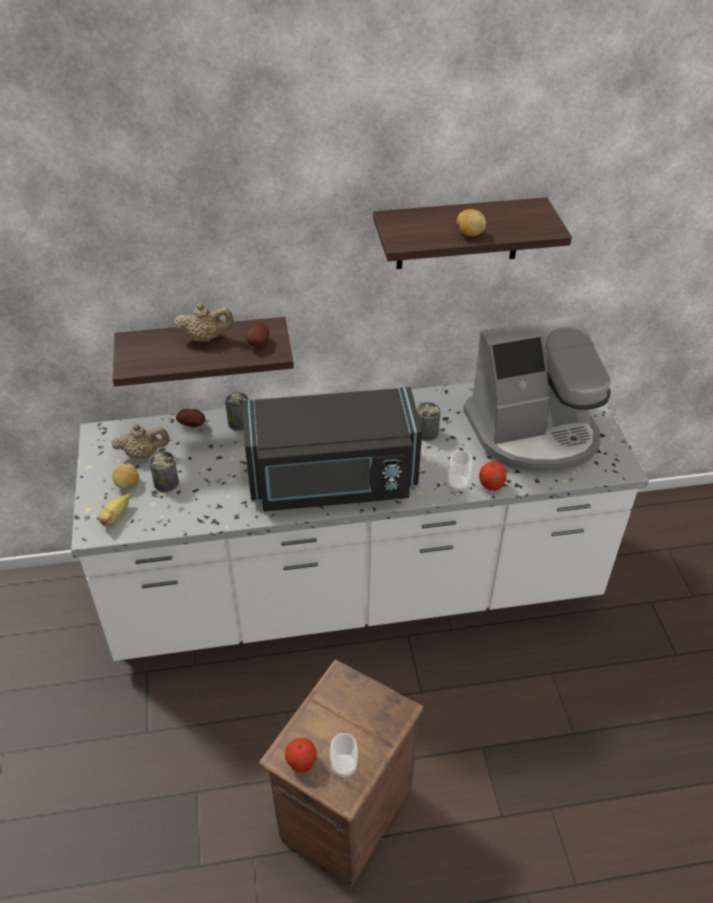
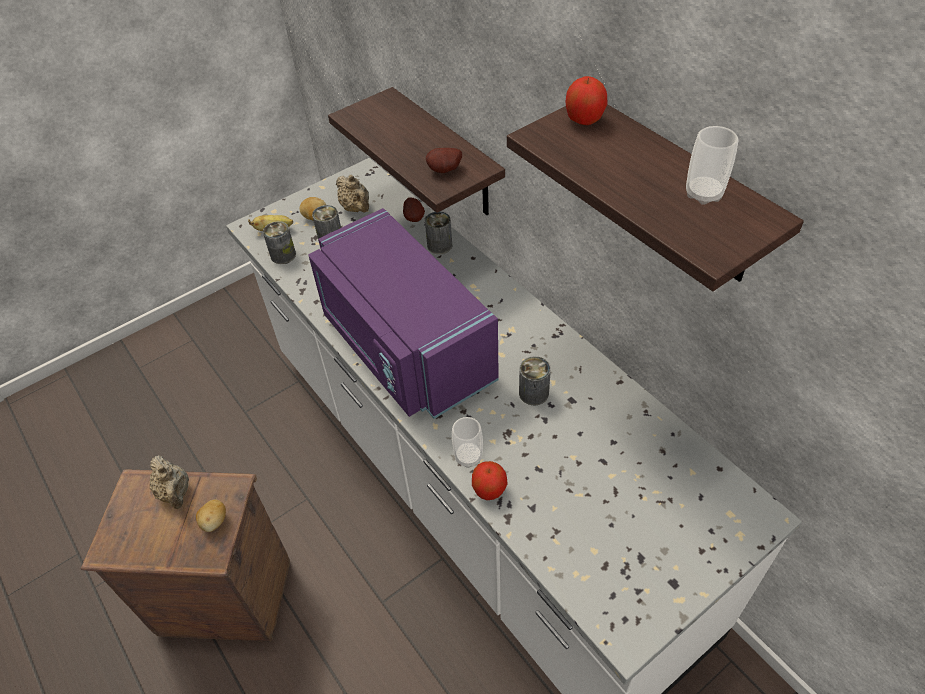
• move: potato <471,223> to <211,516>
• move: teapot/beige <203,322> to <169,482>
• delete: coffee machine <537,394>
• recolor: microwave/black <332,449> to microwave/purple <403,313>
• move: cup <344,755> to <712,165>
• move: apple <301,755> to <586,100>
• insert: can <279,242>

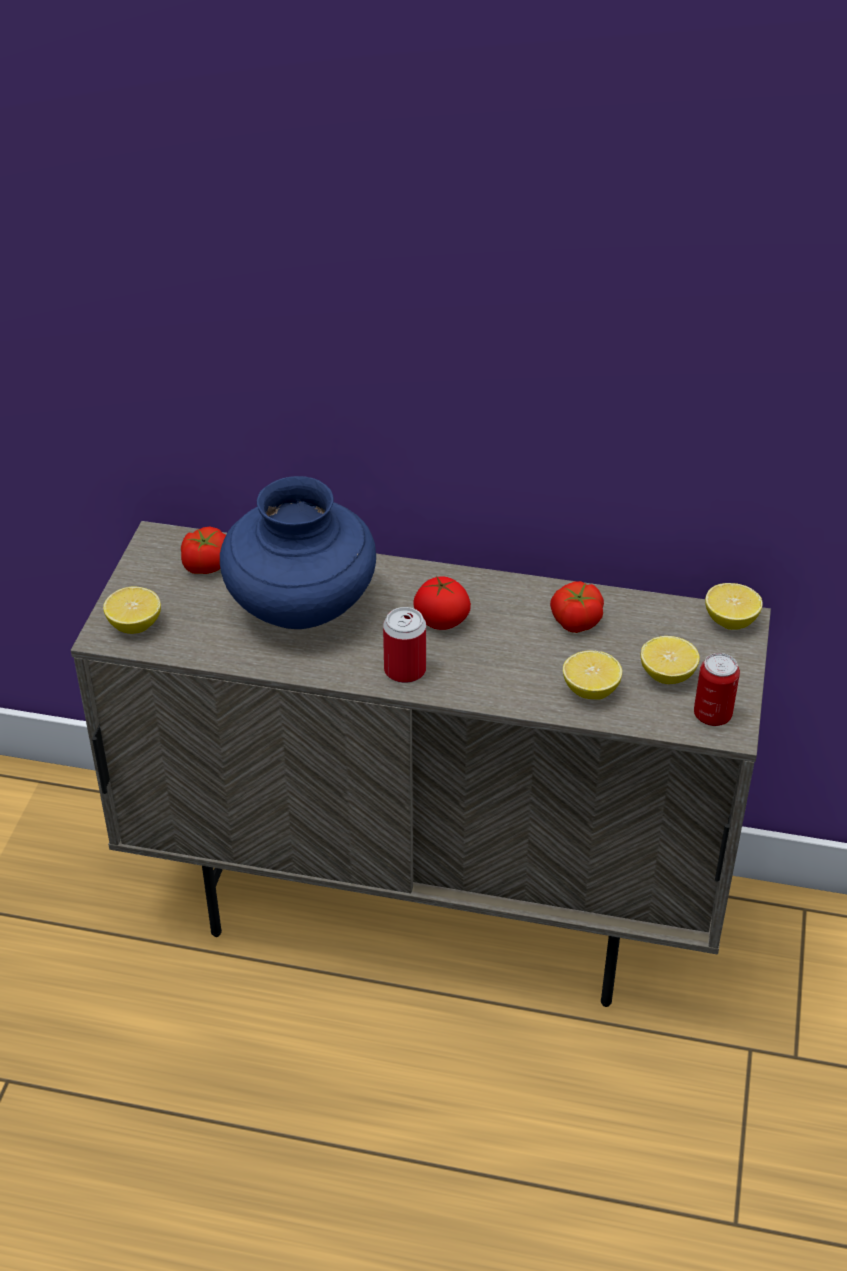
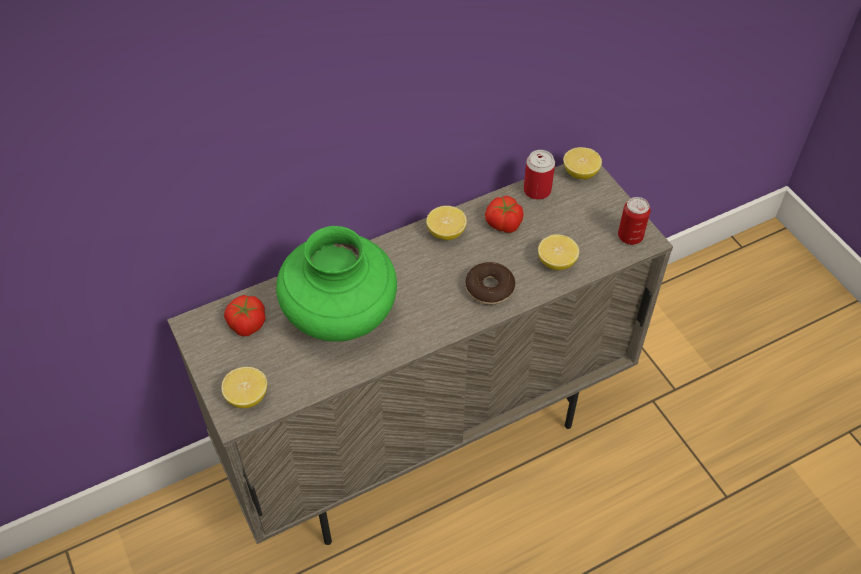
• recolor: vase/blue <298,552> to vase/green <336,284>
• delete: tomato <442,603>
• move: can <404,645> to <539,175>
• move: lemon <670,660> to <446,223>
• insert: donut <490,283>

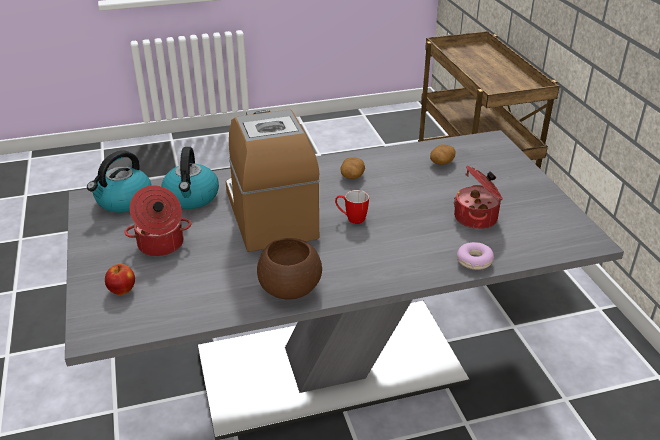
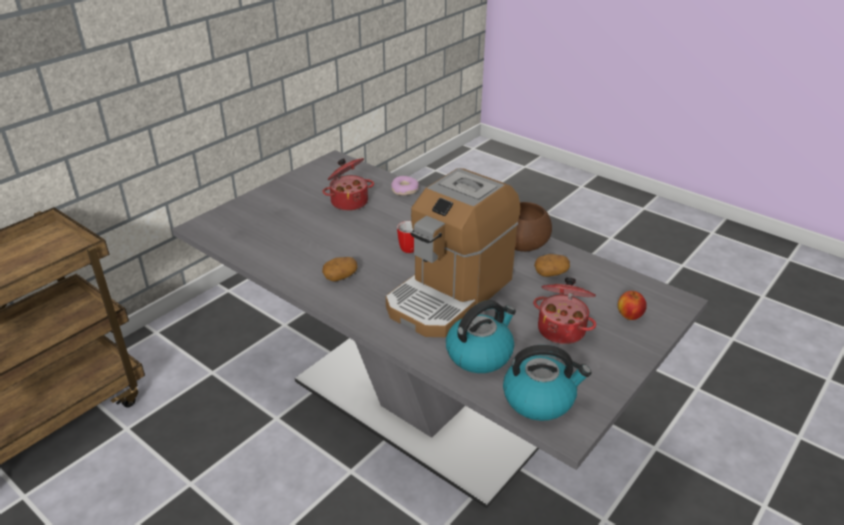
• move: potato <443,154> to <552,265>

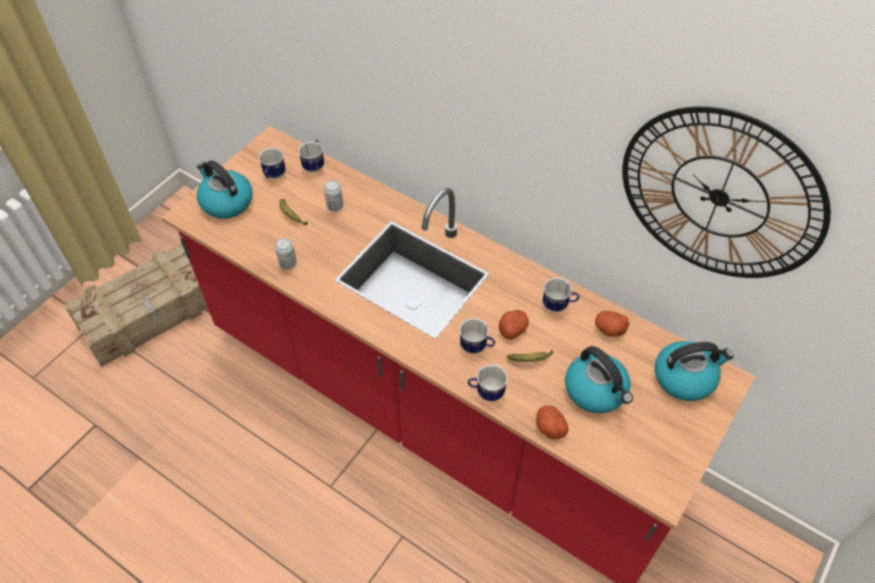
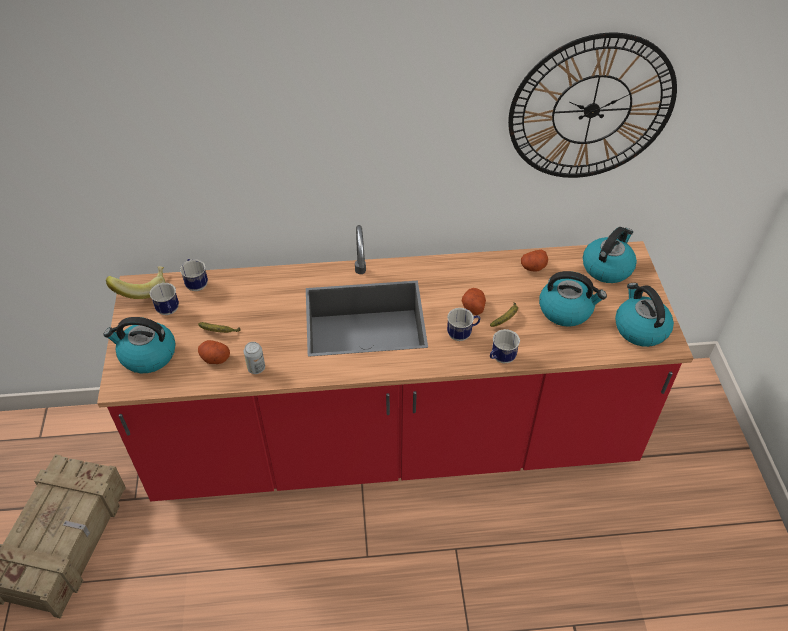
• delete: can <333,196>
• delete: mug <561,294>
• move: potato <552,422> to <214,352>
• insert: banana <135,282>
• insert: kettle <644,315>

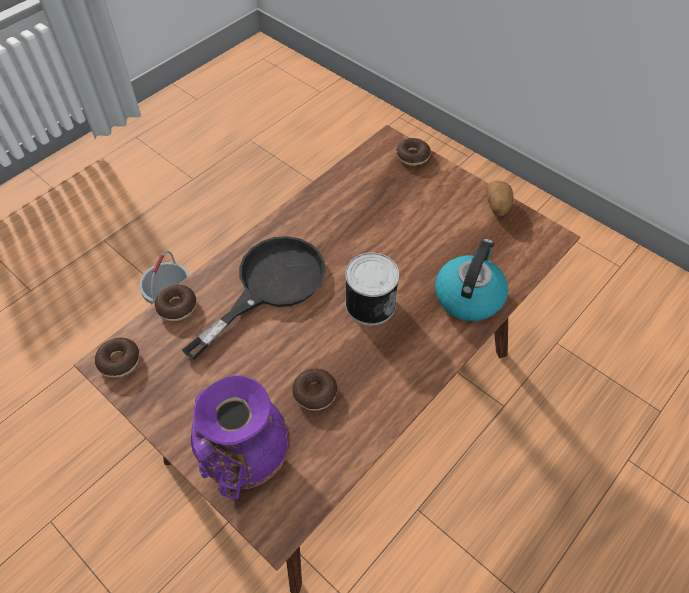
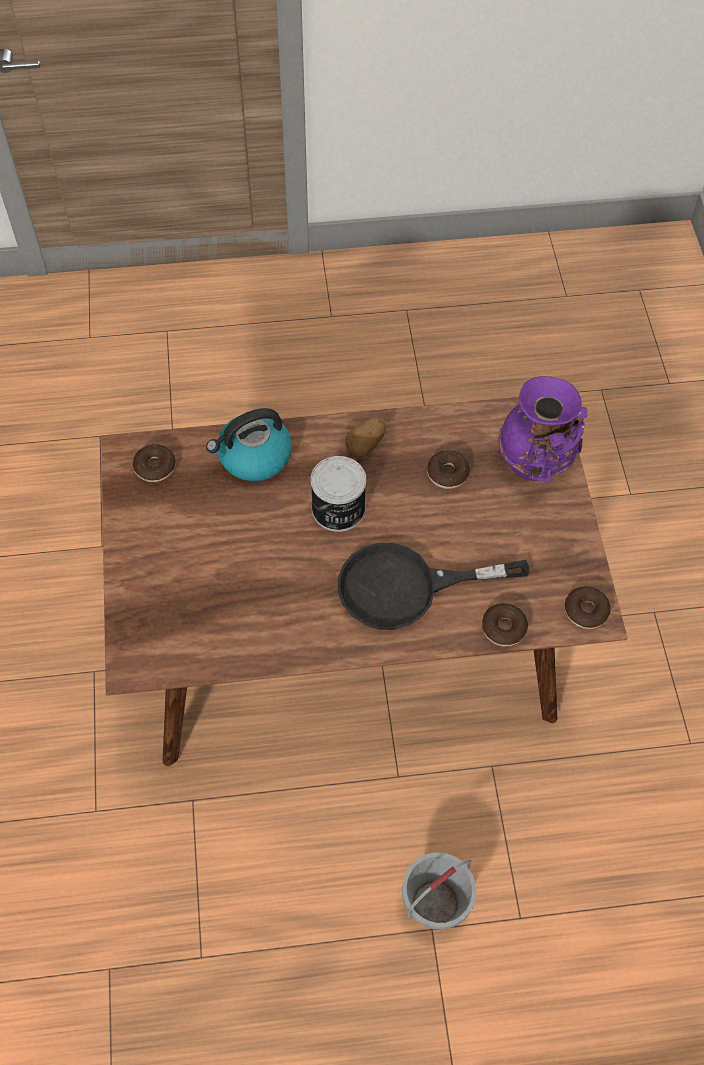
• move: donut <413,152> to <154,463>
• move: potato <500,198> to <366,438>

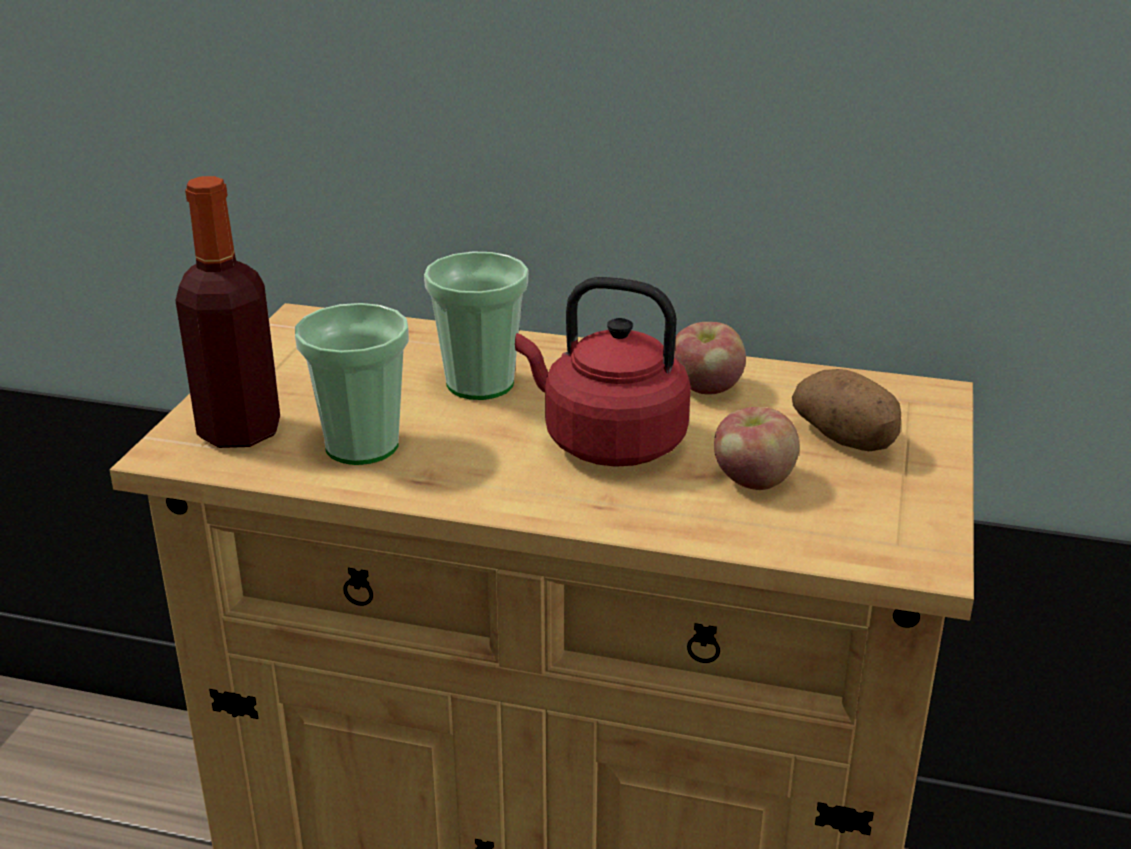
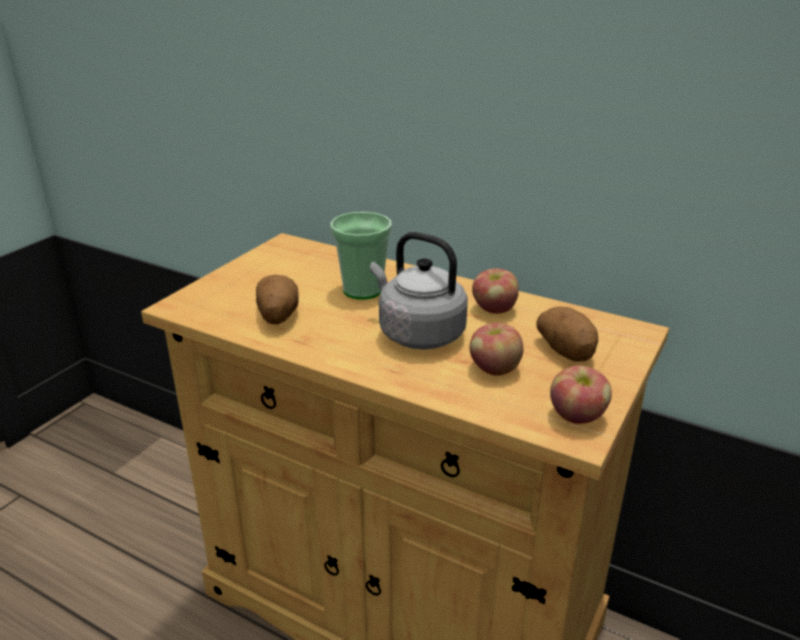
• delete: bottle <227,312>
• recolor: kettle/red <603,372> to kettle/grey <419,290>
• replace: cup <352,384> to potato <277,299>
• insert: apple <581,394>

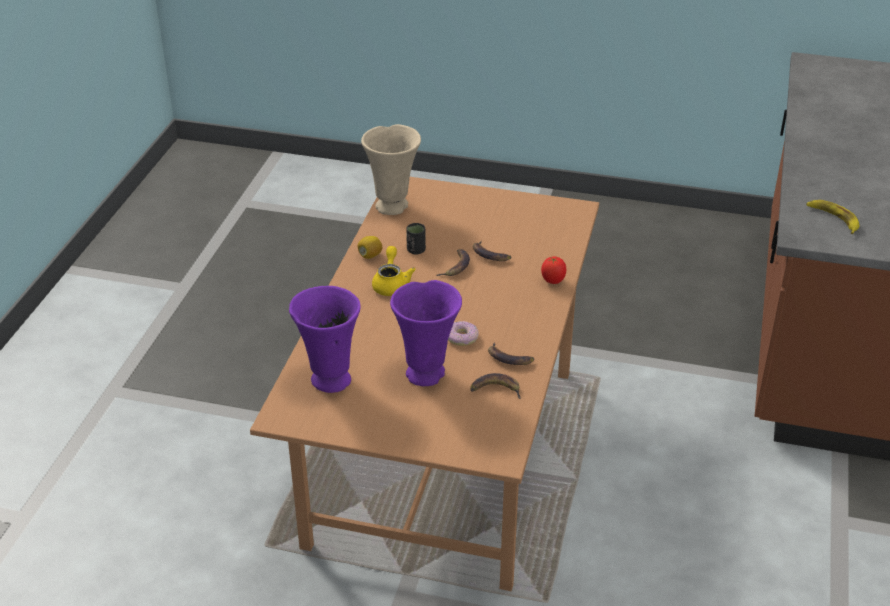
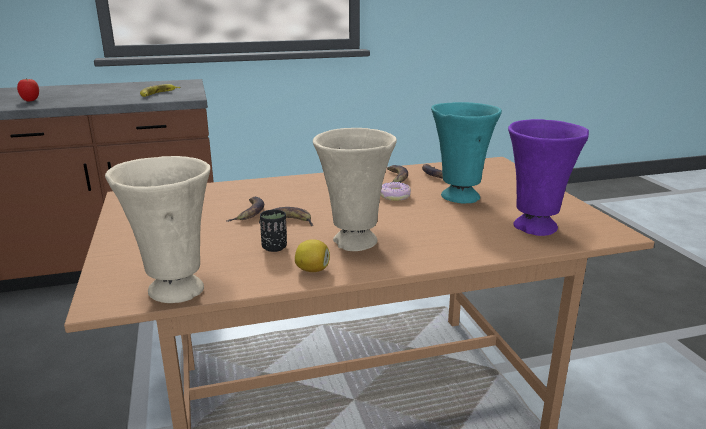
• replace: teapot/yellow <394,271> to vase/beige <355,189>
• move: tomato <553,270> to <28,89>
• recolor: vase/purple <426,333> to vase/turquoise <466,152>

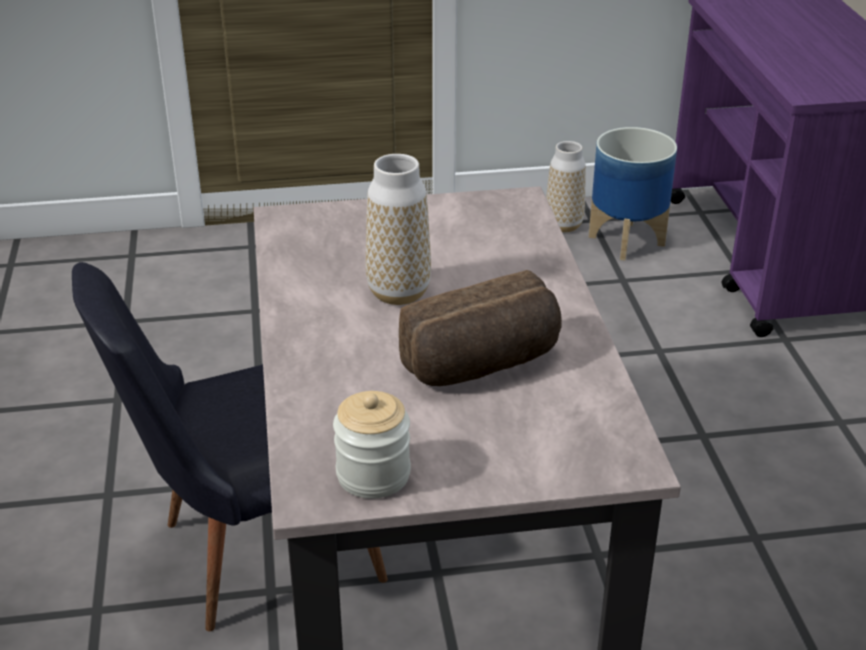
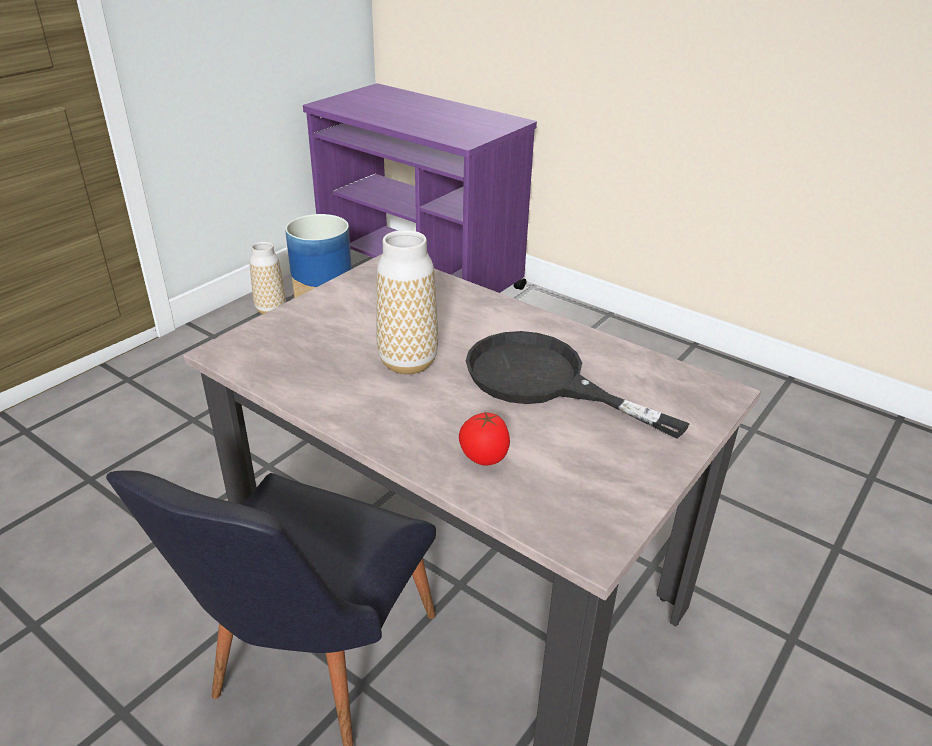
• replace: bread <480,328> to frying pan/black <578,385>
• delete: jar <372,445>
• insert: tomato <484,439>

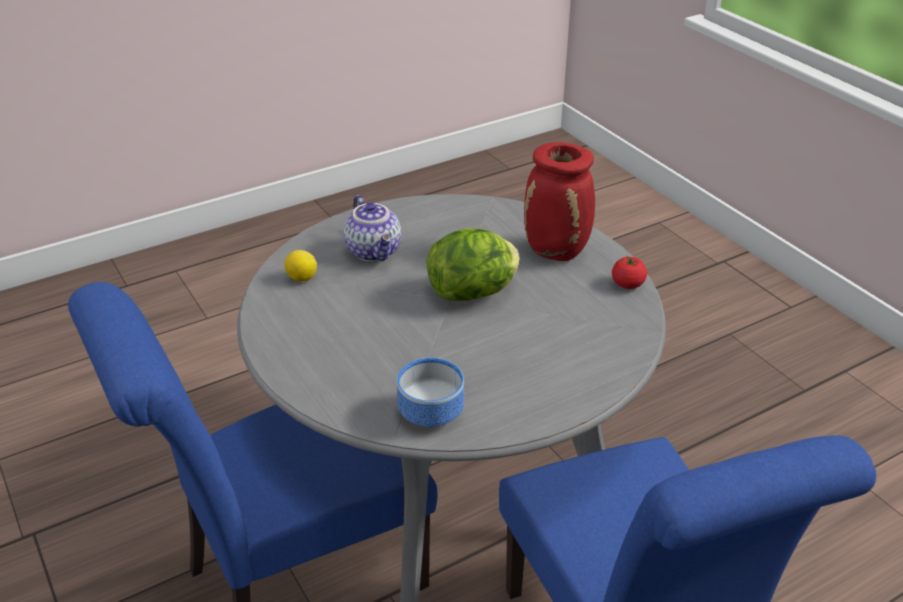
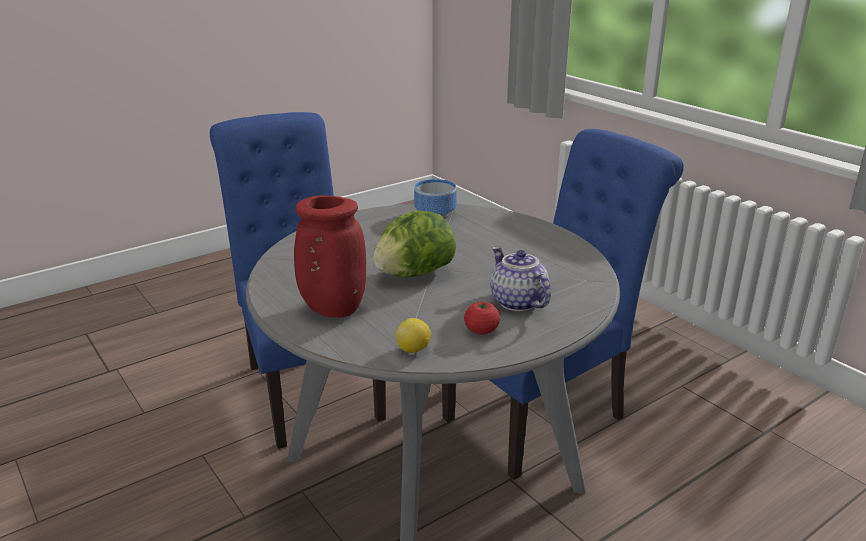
• move: lemon <300,265> to <413,335>
• move: tomato <629,272> to <482,318>

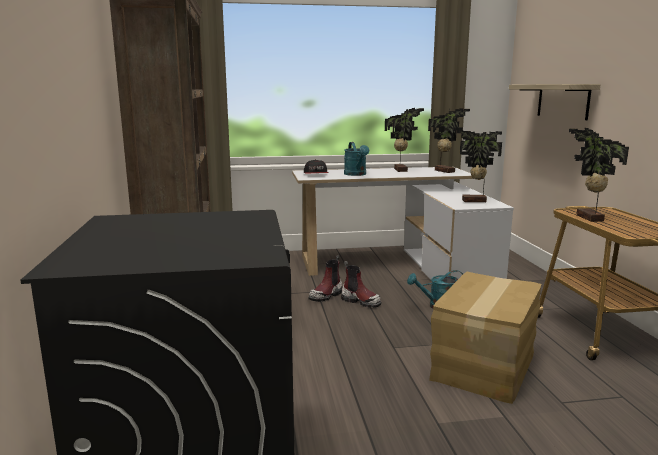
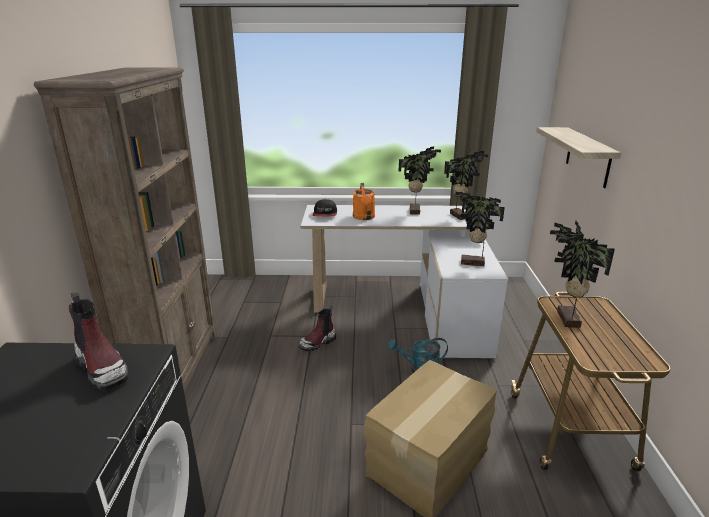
• recolor: watering can/turquoise <356,159> to watering can/orange <364,201>
• move: boot <361,284> to <98,341>

